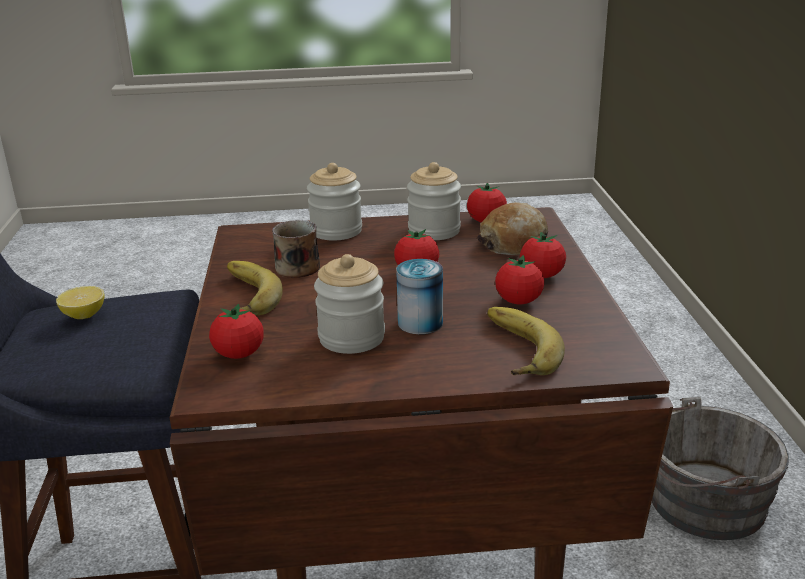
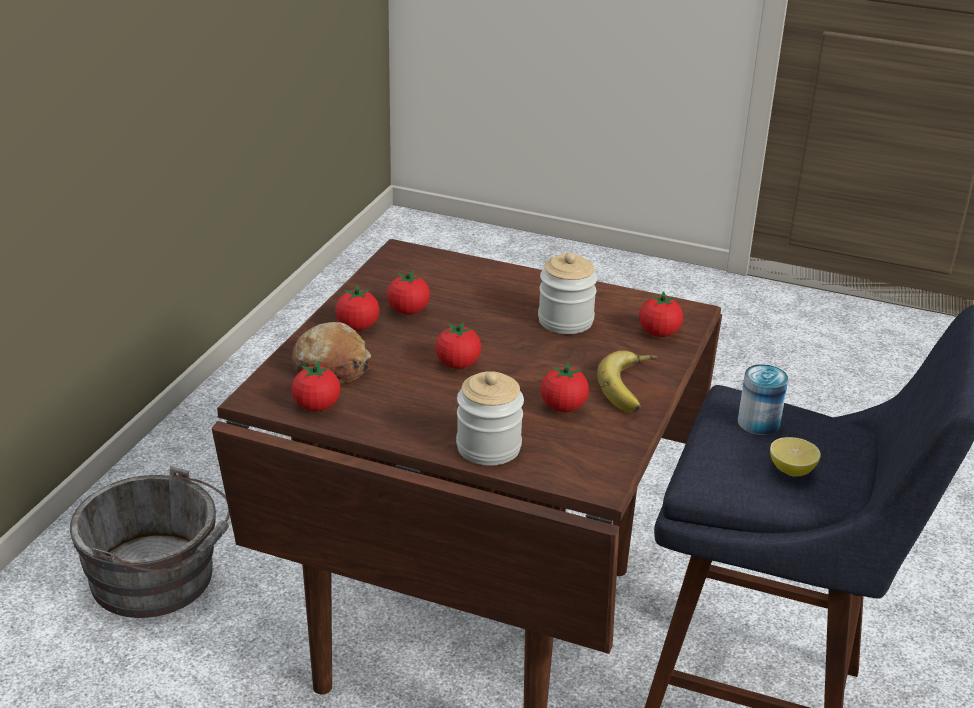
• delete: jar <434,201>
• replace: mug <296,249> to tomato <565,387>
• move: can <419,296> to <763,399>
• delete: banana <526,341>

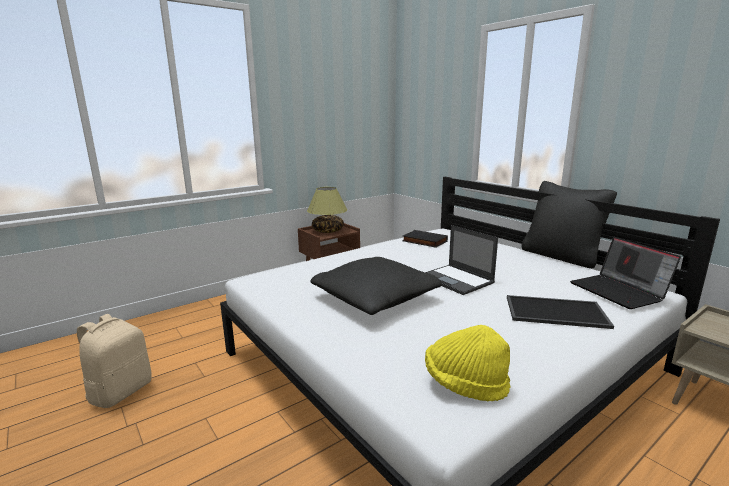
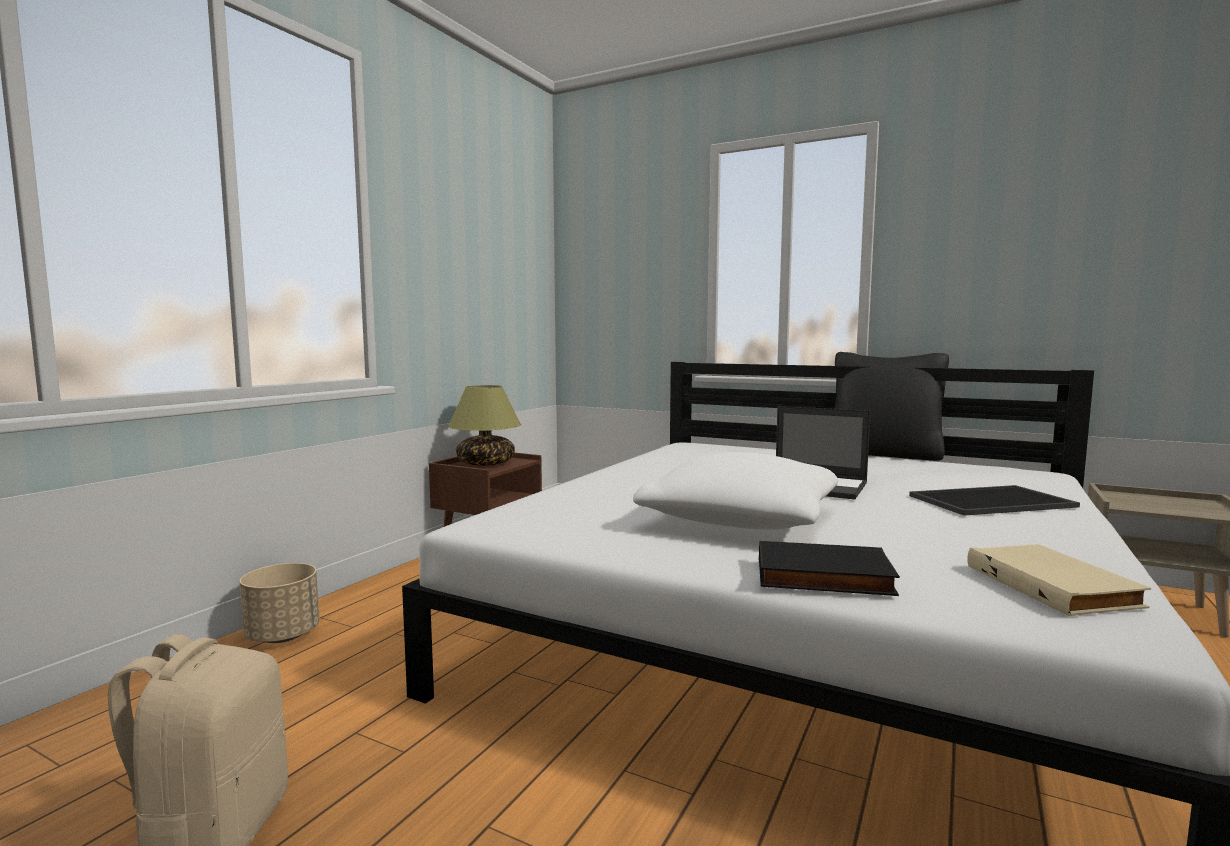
• move: book/black <425,239> to <829,568>
• delete: laptop <625,273>
• recolor: pillow/black <376,286> to pillow/white <735,491>
• replace: hat/yellow <467,363> to book/beige <1059,580>
• insert: planter/beige <280,603>

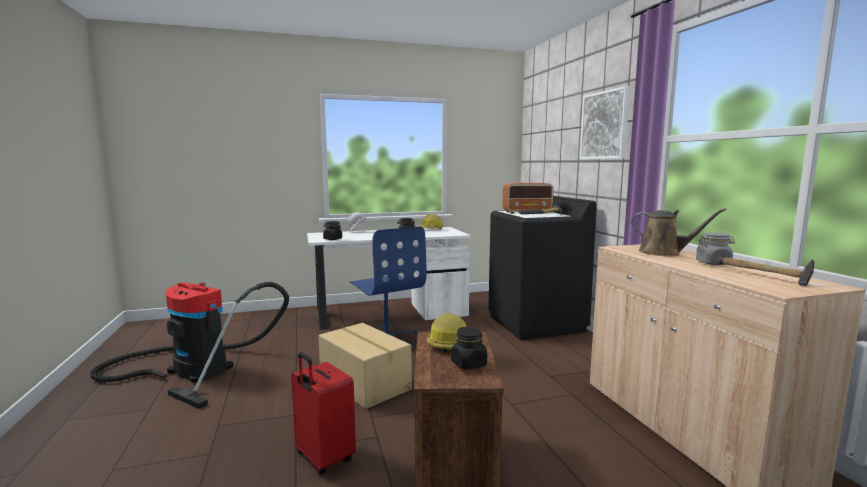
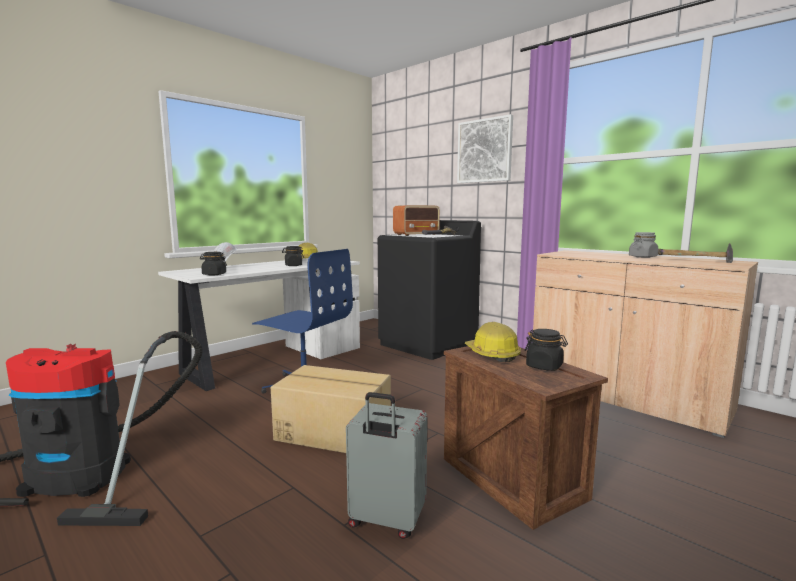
• delete: watering can/brown <679,232>
• recolor: suitcase/red <323,413> to suitcase/grey <386,465>

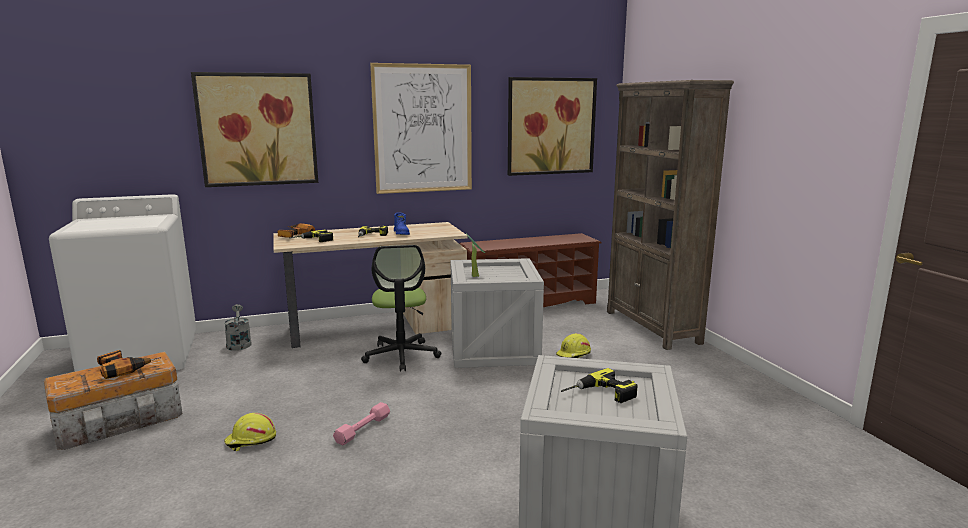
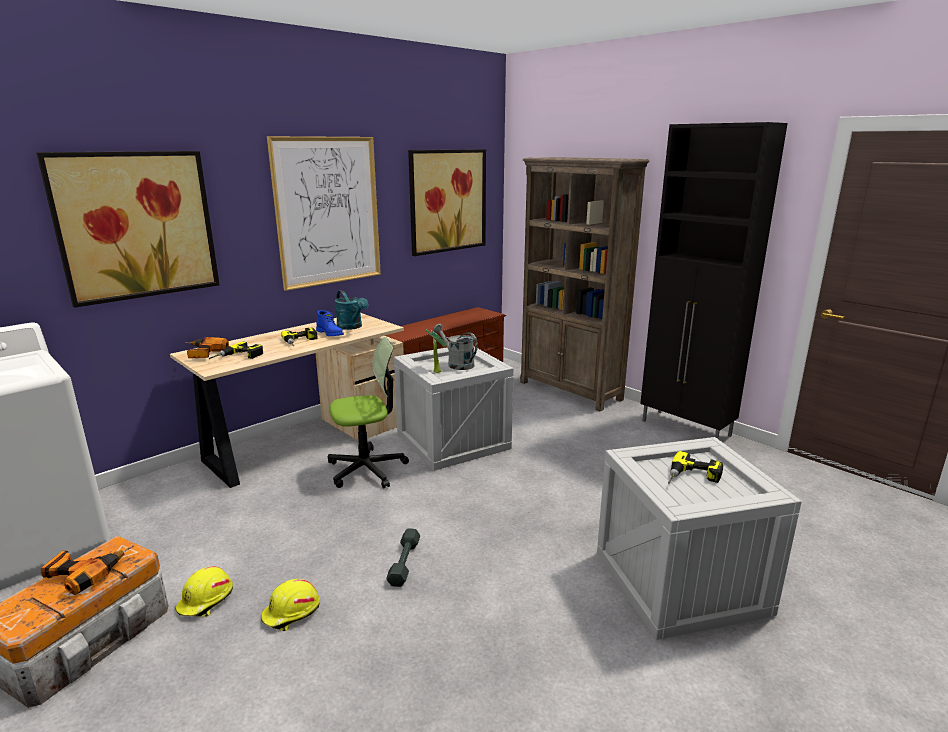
• rotate: office chair <401,308> = <368,412> 75 degrees counterclockwise
• move: watering can/grey <238,327> to <455,346>
• move: hard hat/yellow <573,345> to <204,591>
• recolor: dumbbell/pink <361,423> to dumbbell/grey <403,557>
• insert: cabinet/black <714,280>
• insert: watering can/turquoise <351,310>

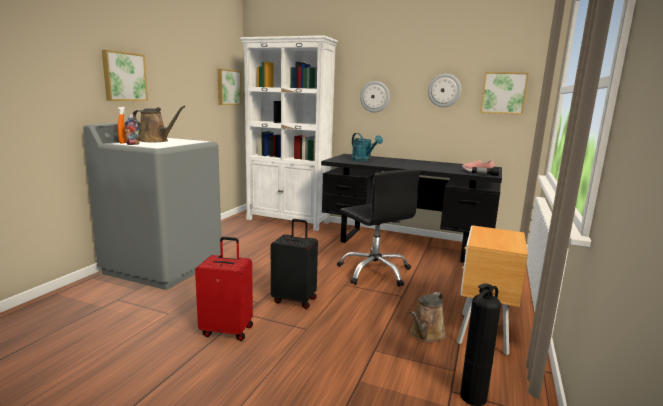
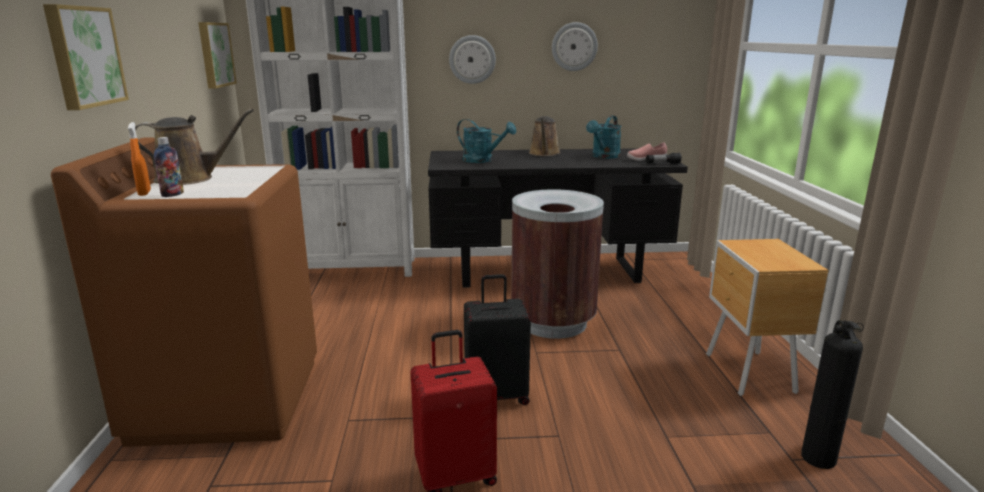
• delete: picture <504,93>
• recolor: washing machine/grey <152,206> to washing machine/brown <184,292>
• replace: office chair/black <378,228> to trash can/brown <557,264>
• move: watering can/brown <428,317> to <545,136>
• insert: watering can/turquoise <604,137>

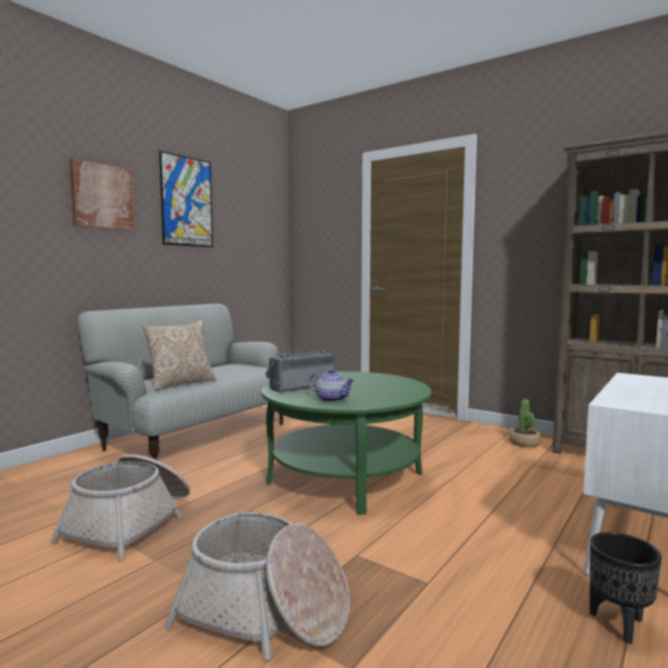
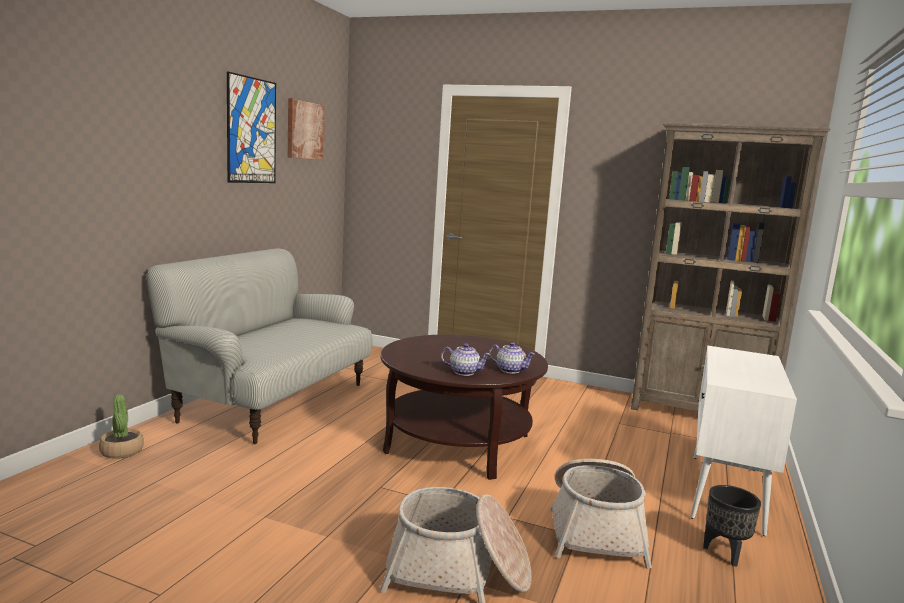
• move: picture <102,194> to <306,129>
• delete: pillow <179,355>
• delete: radio <300,371>
• recolor: coffee table/green <346,443> to coffee table/brown <464,407>
• move: potted plant <525,423> to <121,426>
• move: basket <120,507> to <601,514>
• insert: teapot <512,358>

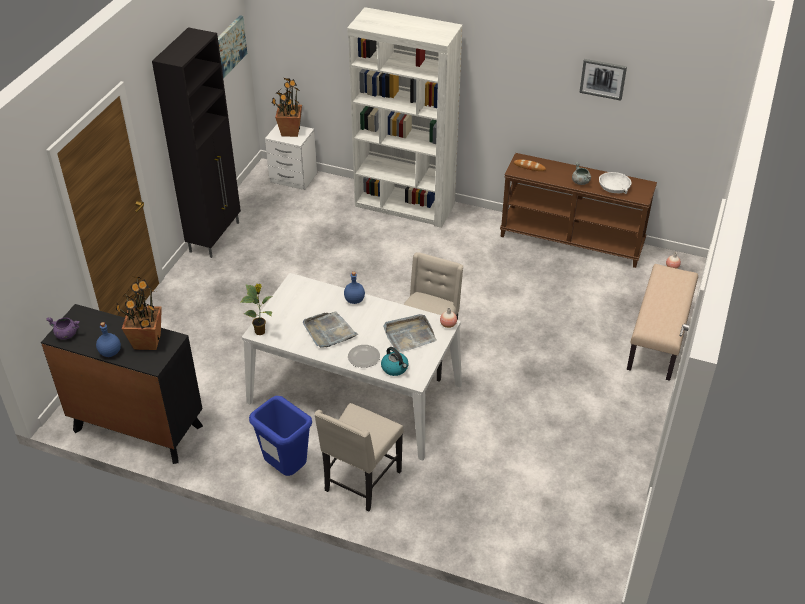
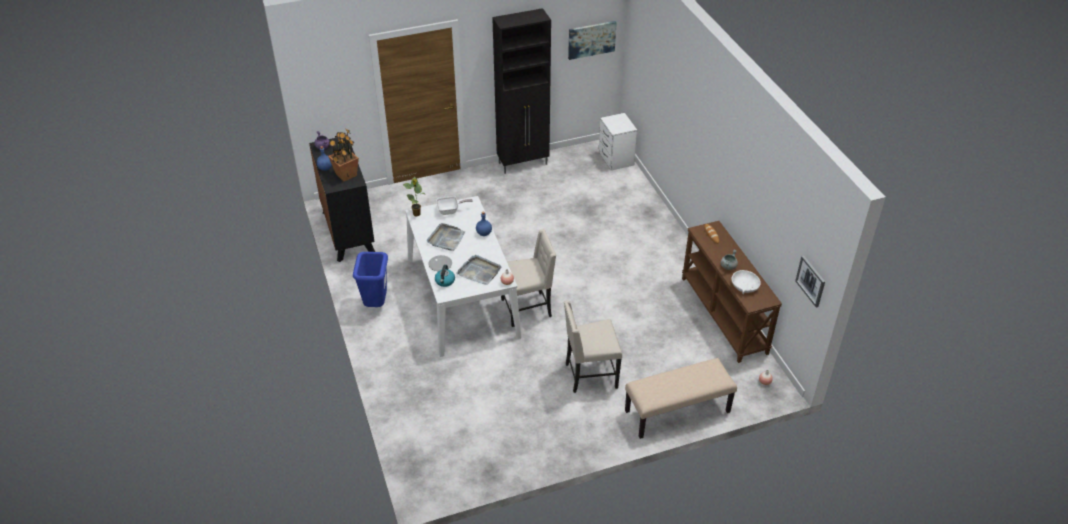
• delete: bookcase/white <405,117>
• move: picture <603,80> to <810,281>
• delete: potted plant <287,107>
• move: chair/beige <358,457> to <593,346>
• insert: frying pan <454,205>

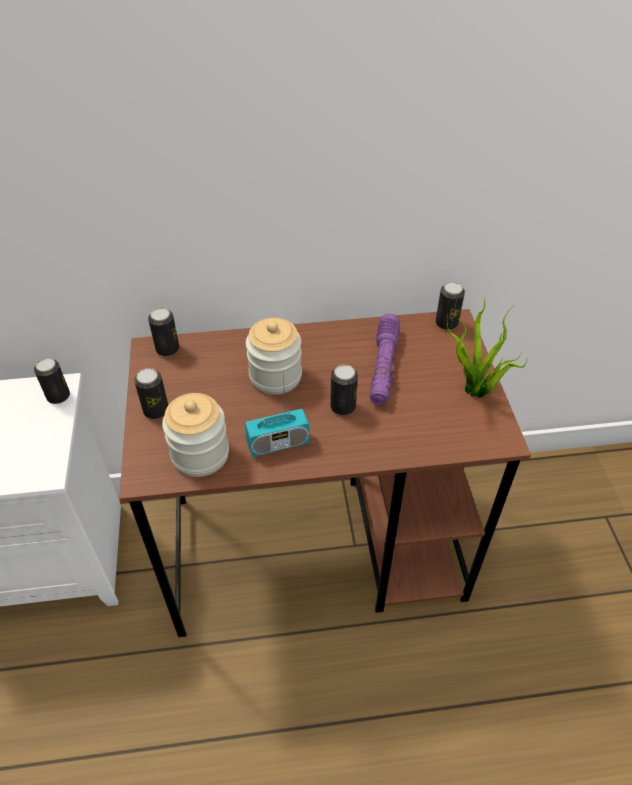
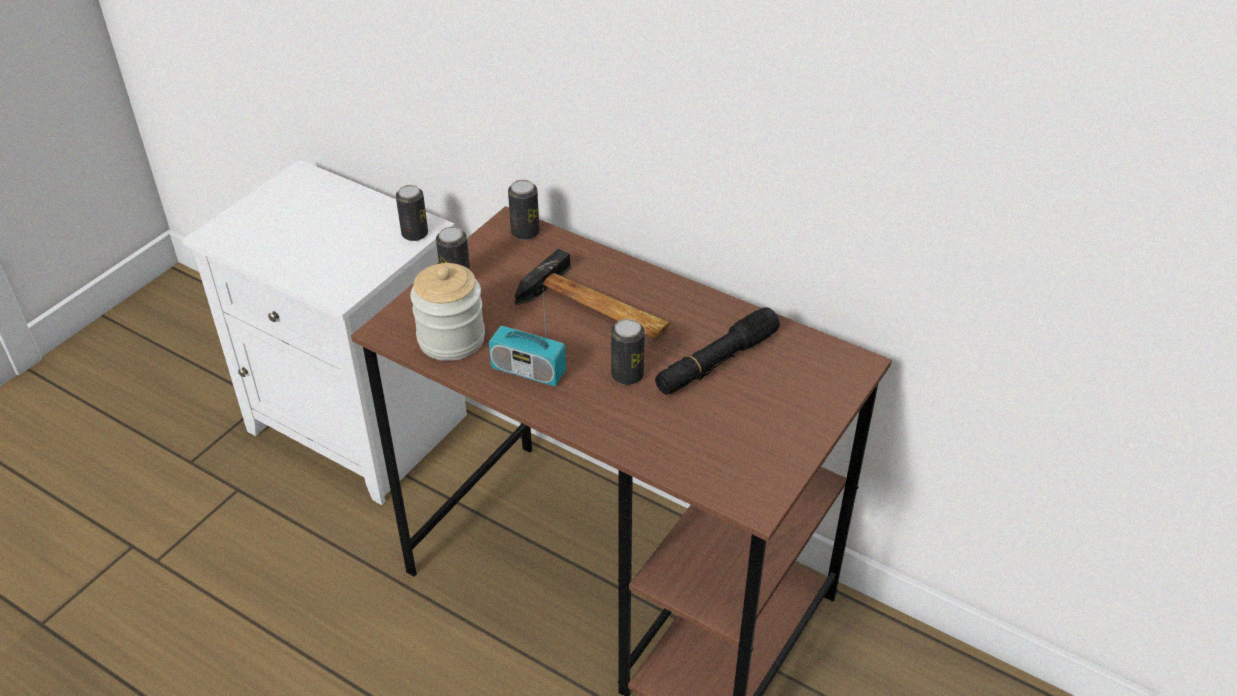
• delete: can <450,306>
• delete: potted plant <487,346>
• recolor: flashlight/purple <385,359> to flashlight/black <717,351>
• replace: jar <274,356> to hammer <592,294>

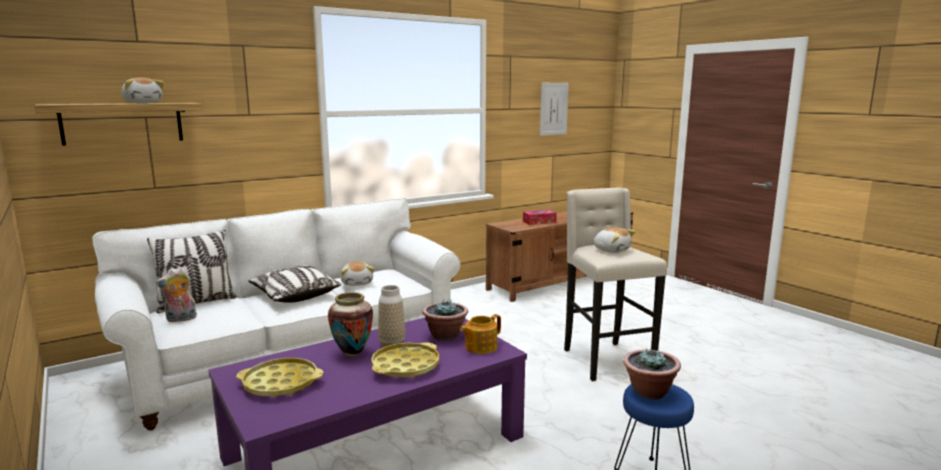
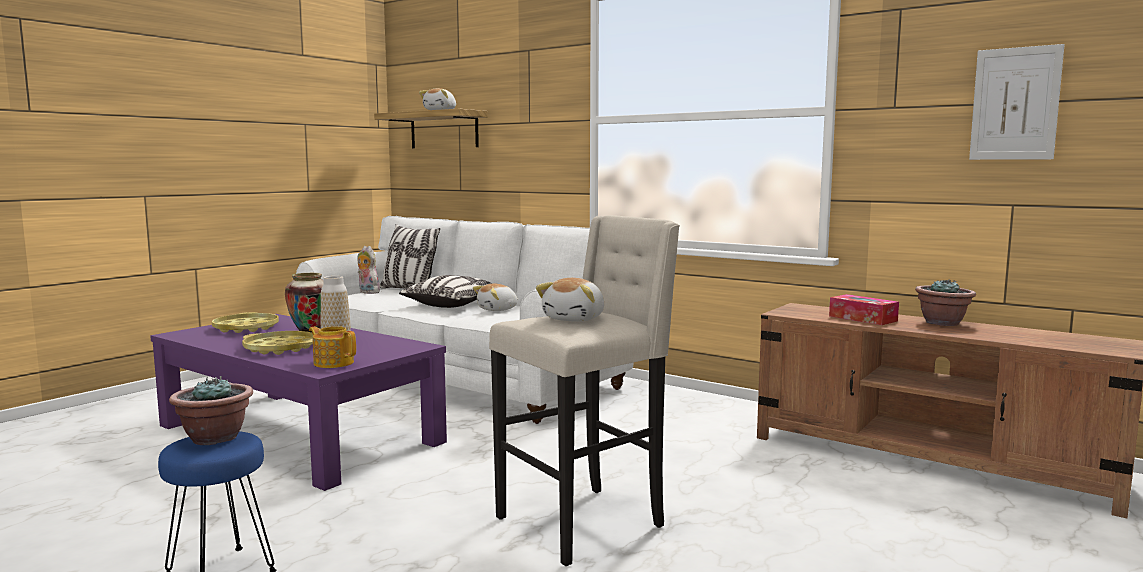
• move: potted plant <445,320> to <945,302>

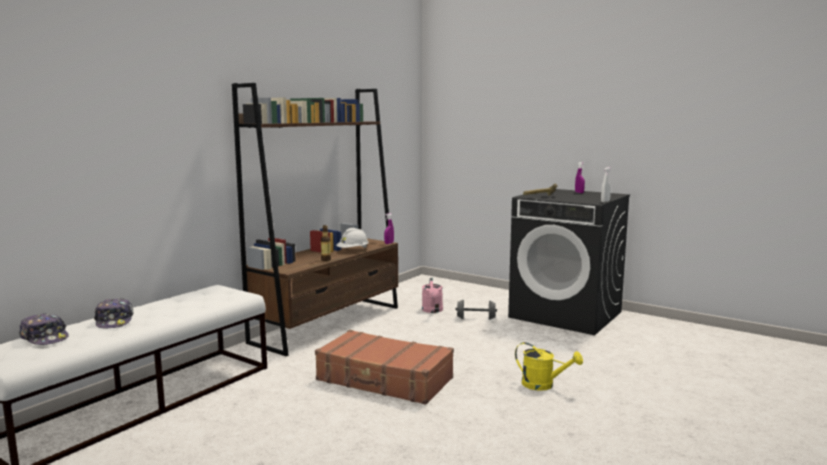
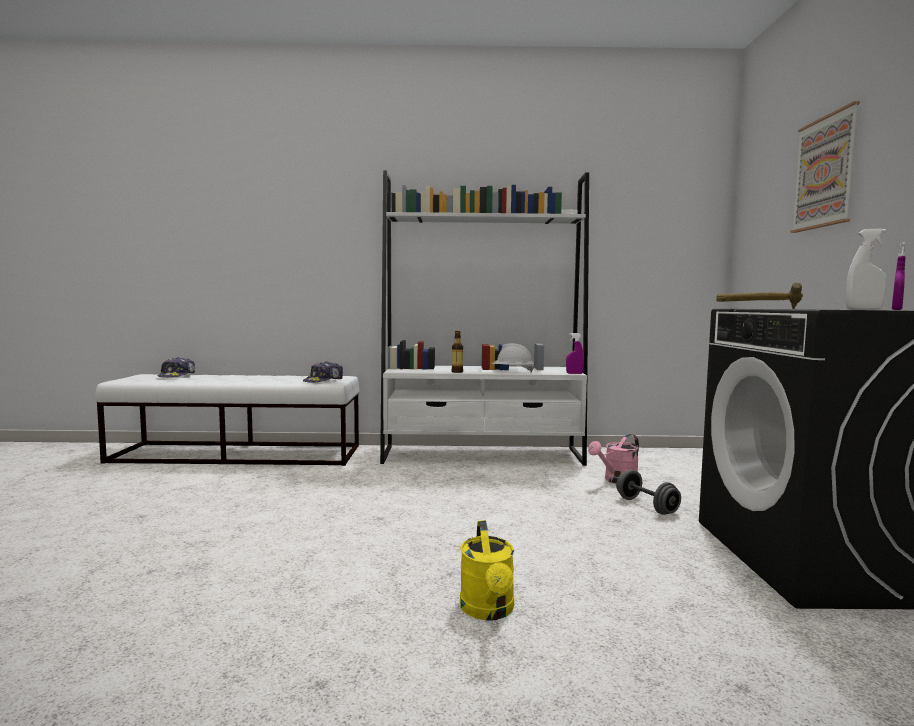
• recolor: bookcase/brown <315,219> to bookcase/white <484,318>
• move: cap <114,313> to <323,372>
• delete: suitcase/brown <384,367>
• insert: picture <825,167>

